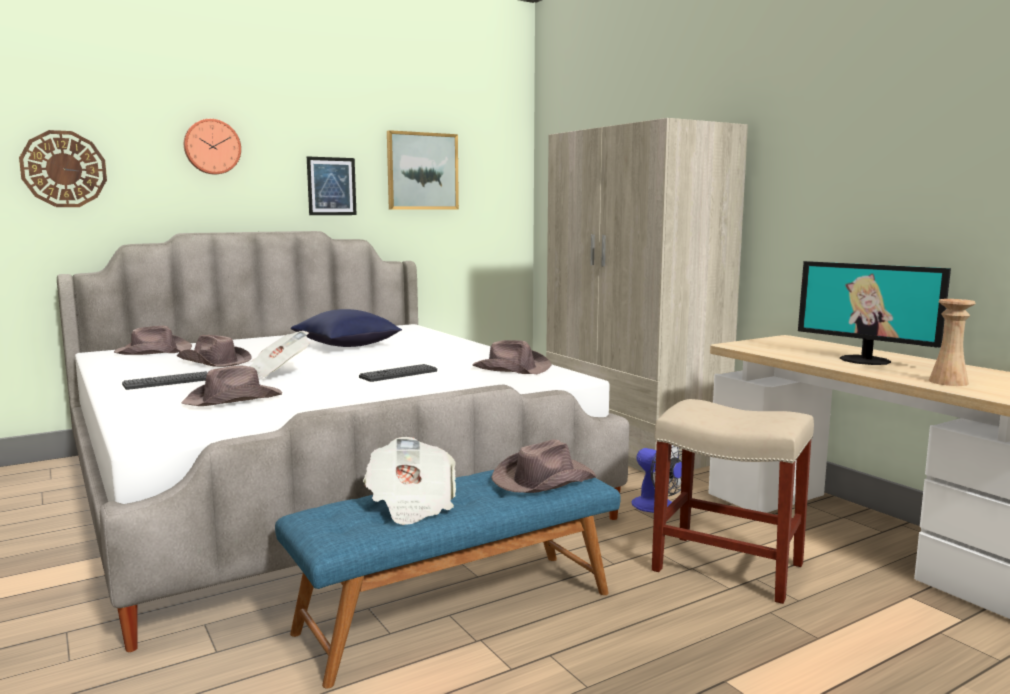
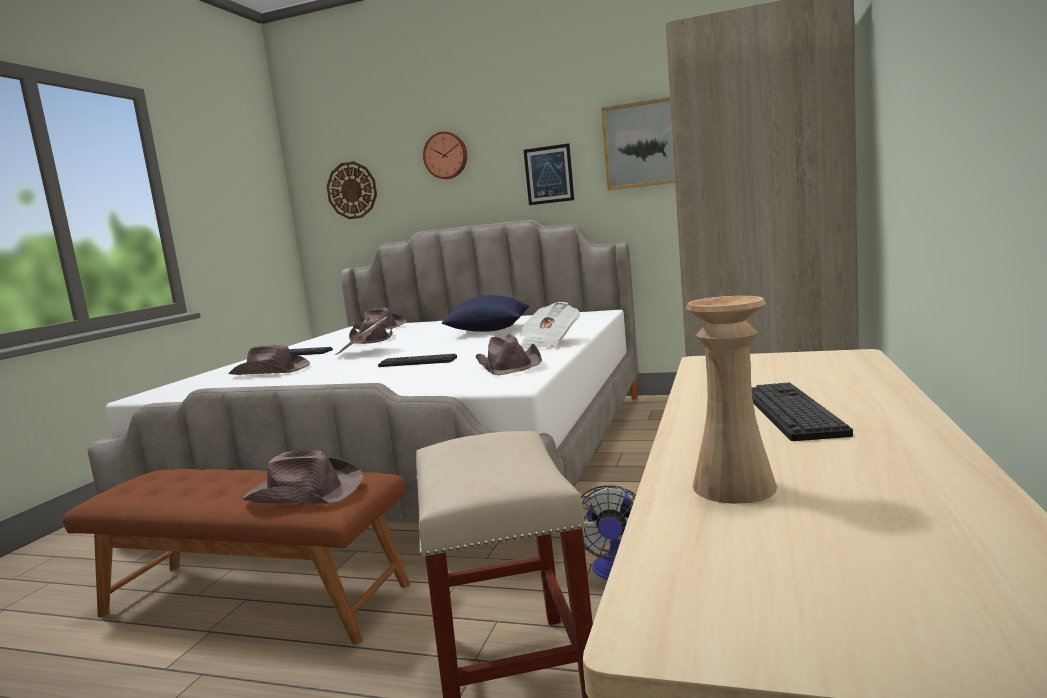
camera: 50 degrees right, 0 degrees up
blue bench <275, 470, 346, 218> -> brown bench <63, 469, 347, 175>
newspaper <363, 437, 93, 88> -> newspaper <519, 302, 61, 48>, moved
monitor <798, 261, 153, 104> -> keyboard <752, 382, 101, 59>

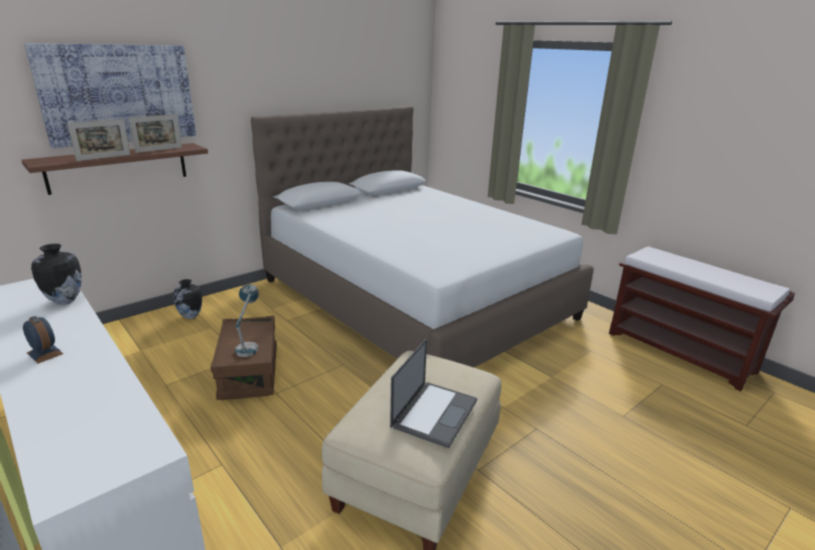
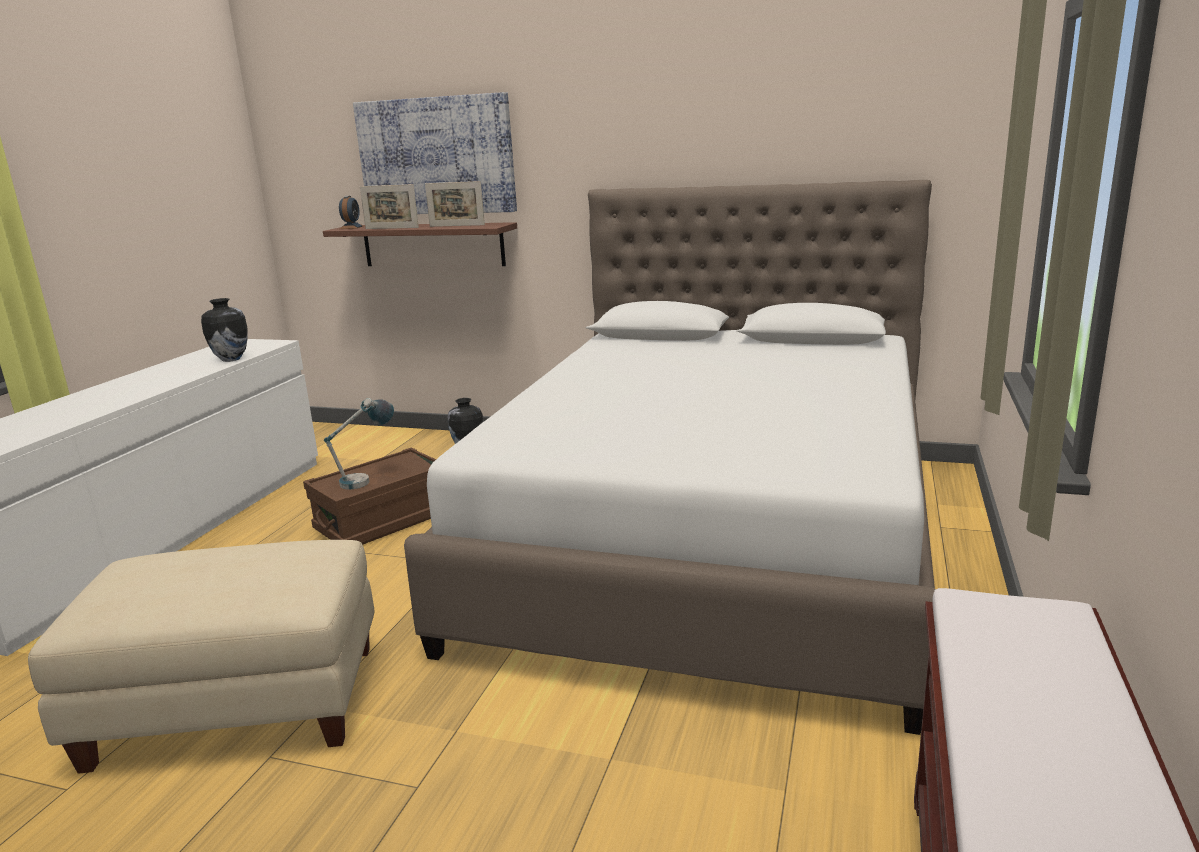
camera: 60 degrees right, 5 degrees down
alarm clock <23, 316, 40, 47> -> alarm clock <339, 196, 24, 33>, moved
laptop <390, 338, 87, 110> -> none

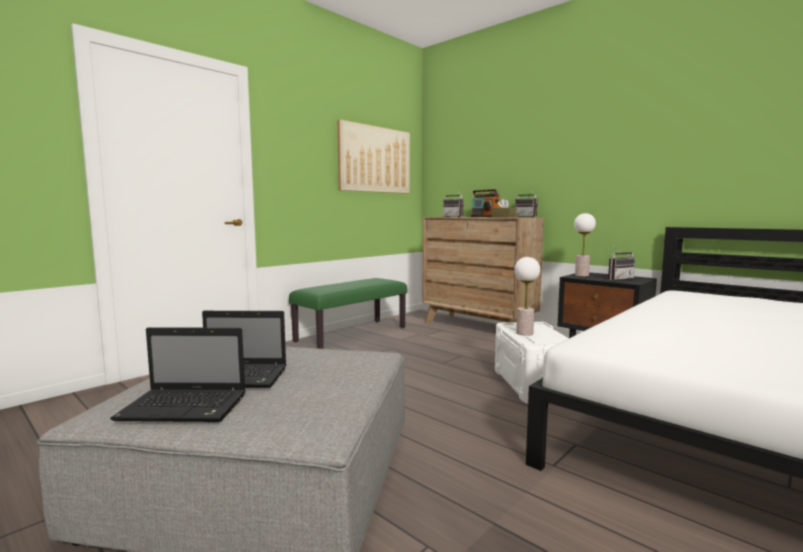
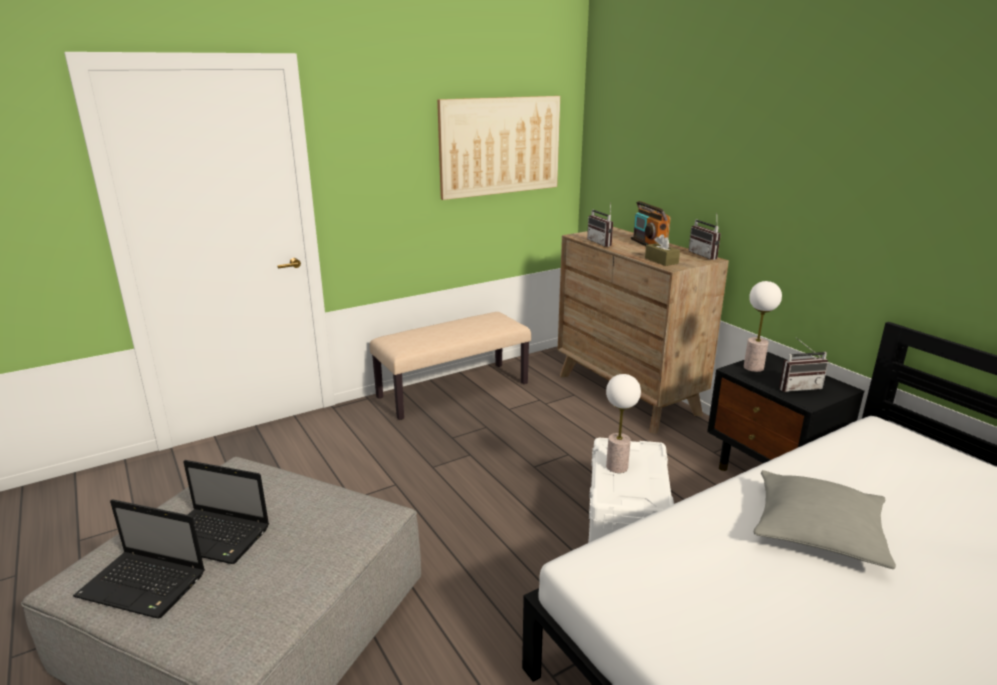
camera: 15 degrees right, 15 degrees up
green bench <289, 278, 118, 71> -> beige bench <370, 312, 161, 108>
none -> grey pillow <754, 470, 142, 99>

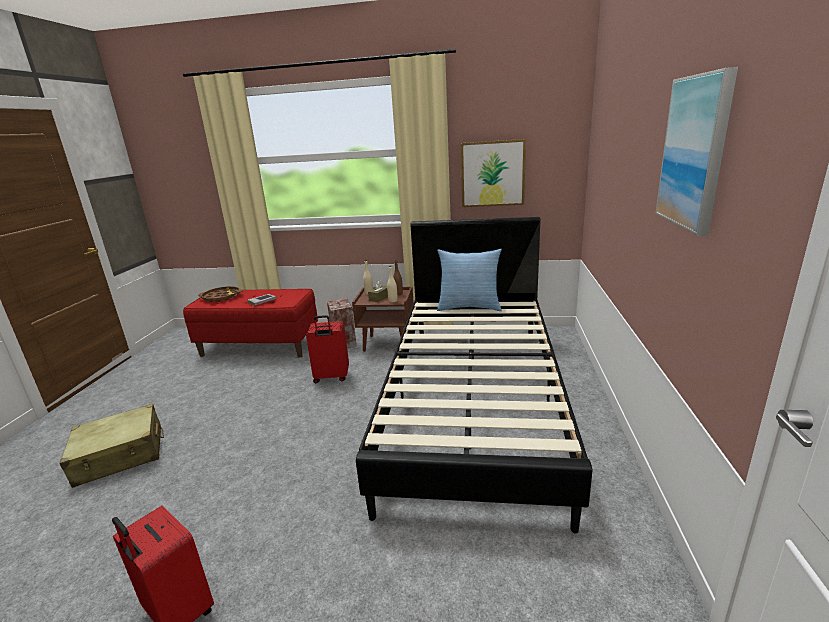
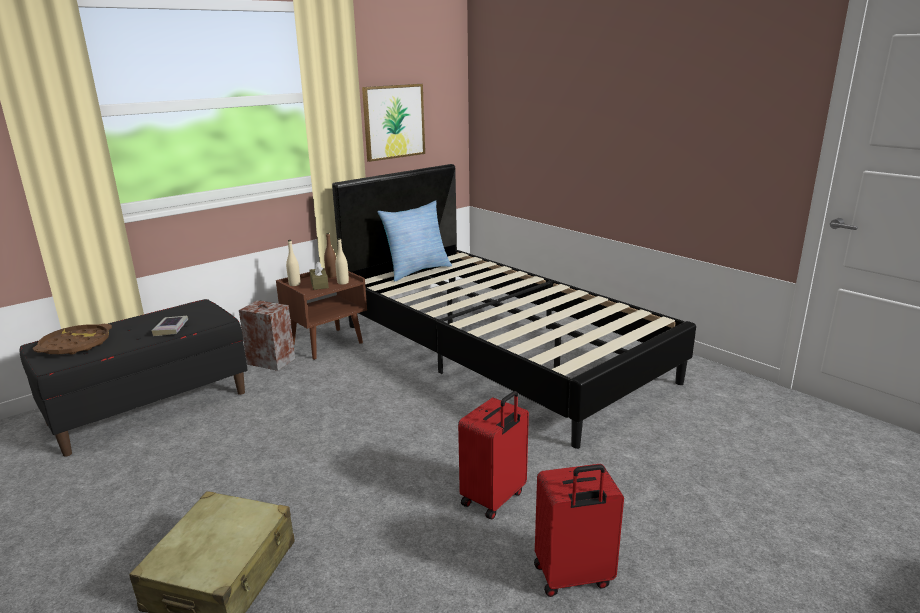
camera: 50 degrees left, 0 degrees up
red bench <183, 289, 135, 69> -> black bench <20, 299, 228, 158>
red suitcase <306, 315, 43, 68> -> red suitcase <458, 391, 71, 128>, moved
picture <655, 67, 83, 169> -> none

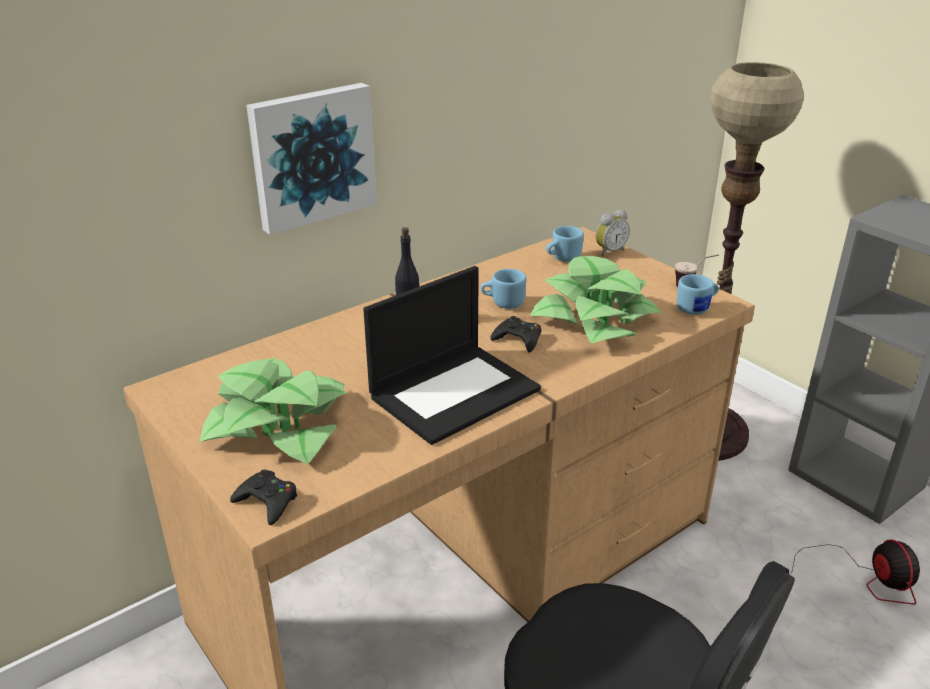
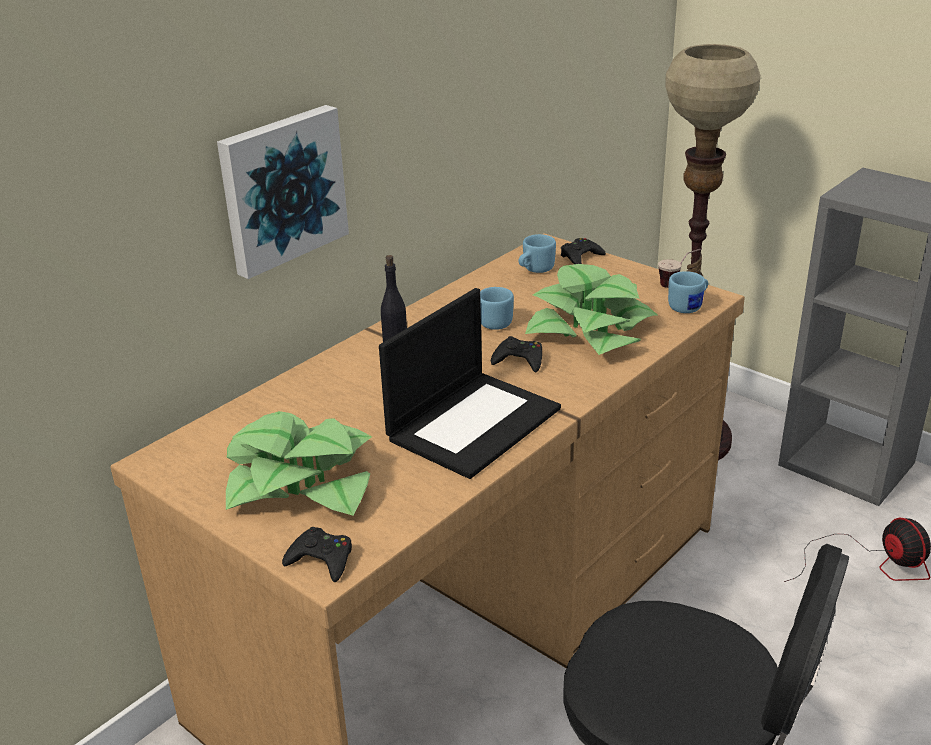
camera: 10 degrees left, 0 degrees up
alarm clock <595, 210, 35, 47> -> black game controller <561, 238, 45, 26>

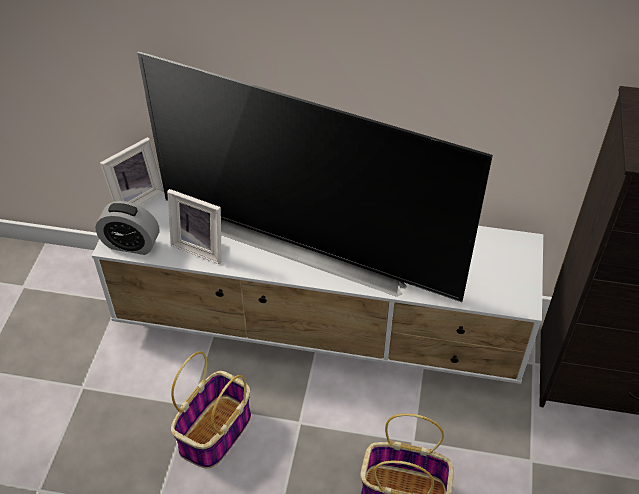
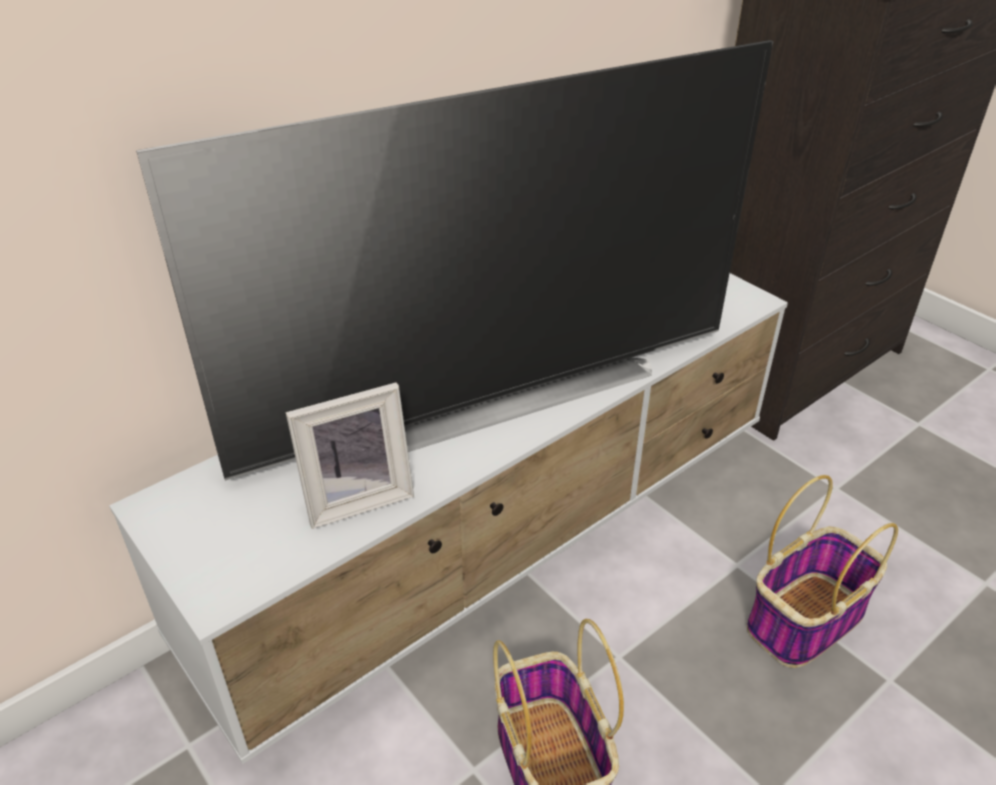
camera: 50 degrees left, 10 degrees down
alarm clock <95, 201, 64, 54> -> none
picture frame <100, 137, 64, 69> -> none

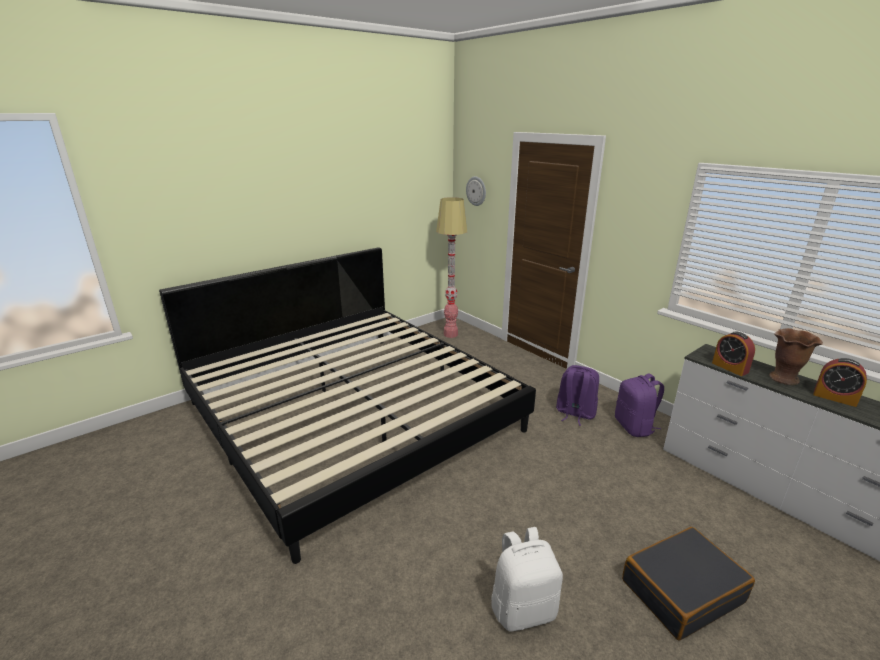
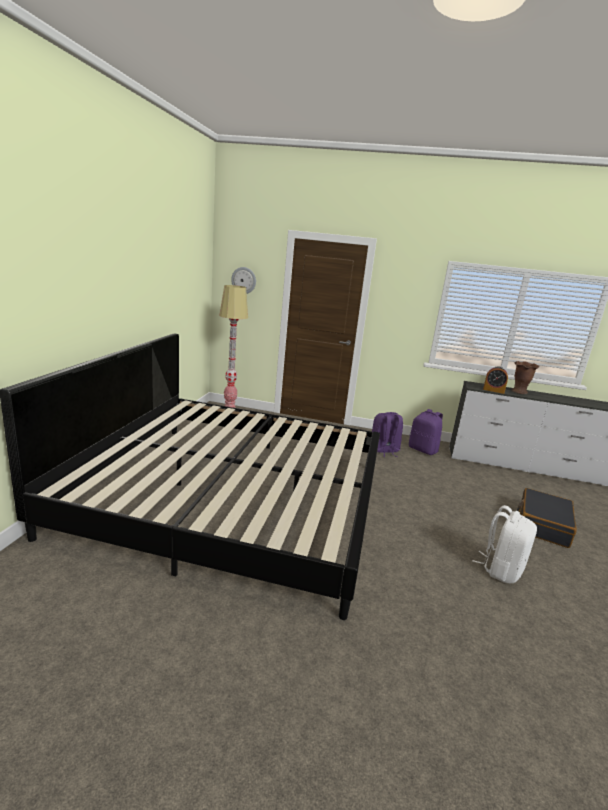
camera: 40 degrees left, 5 degrees down
alarm clock <813, 358, 54, 49> -> none

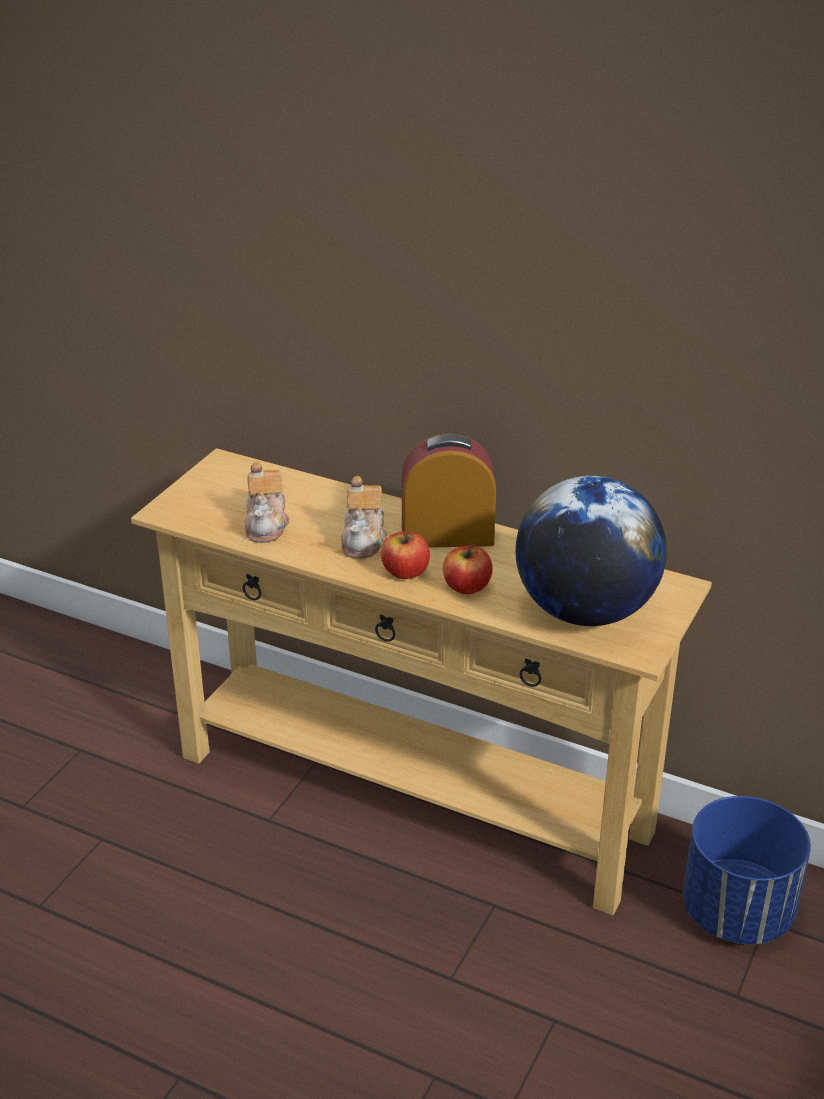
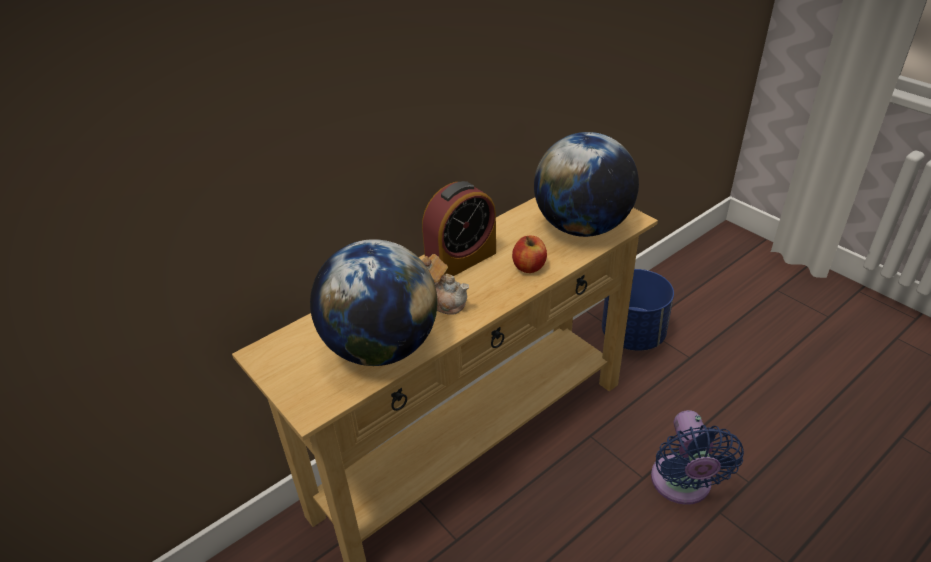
camera: 65 degrees left, 5 degrees up
teapot <245, 461, 44, 82> -> globe <310, 239, 127, 127>
alarm clock <402, 434, 94, 114> -> alarm clock <422, 181, 74, 95>, 150 degrees counterclockwise
none -> blue fan <651, 410, 93, 95>
apple <381, 531, 49, 48> -> none

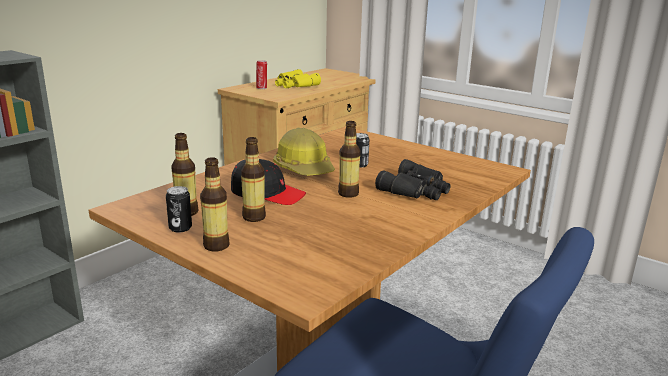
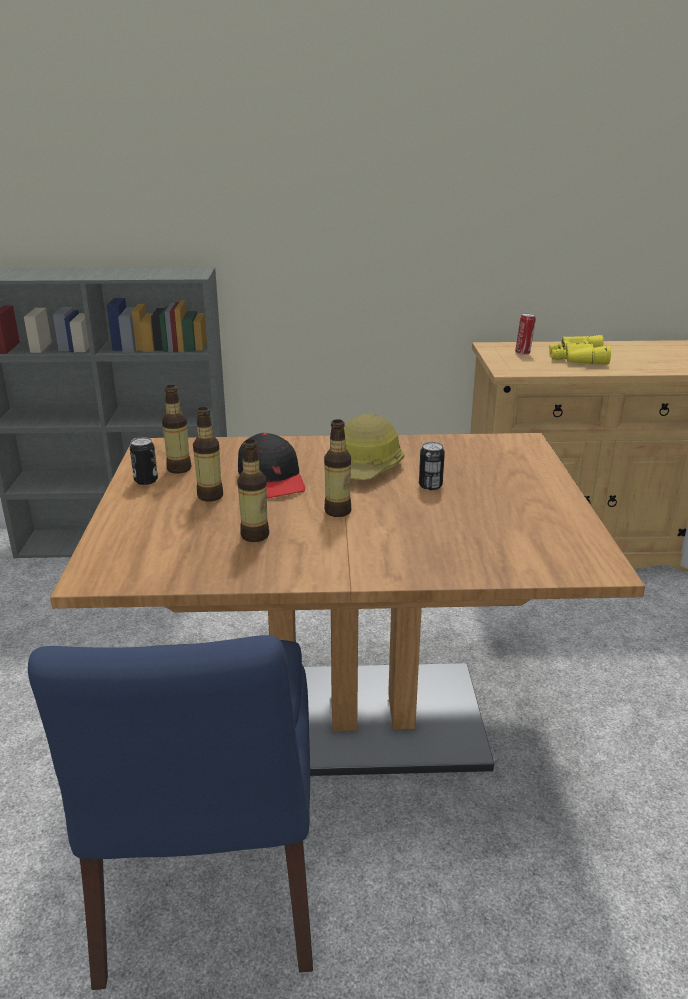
camera: 50 degrees right, 5 degrees up
bottle <200, 157, 29, 95> -> bottle <237, 439, 32, 103>, moved
black binoculars <375, 159, 76, 41> -> none

